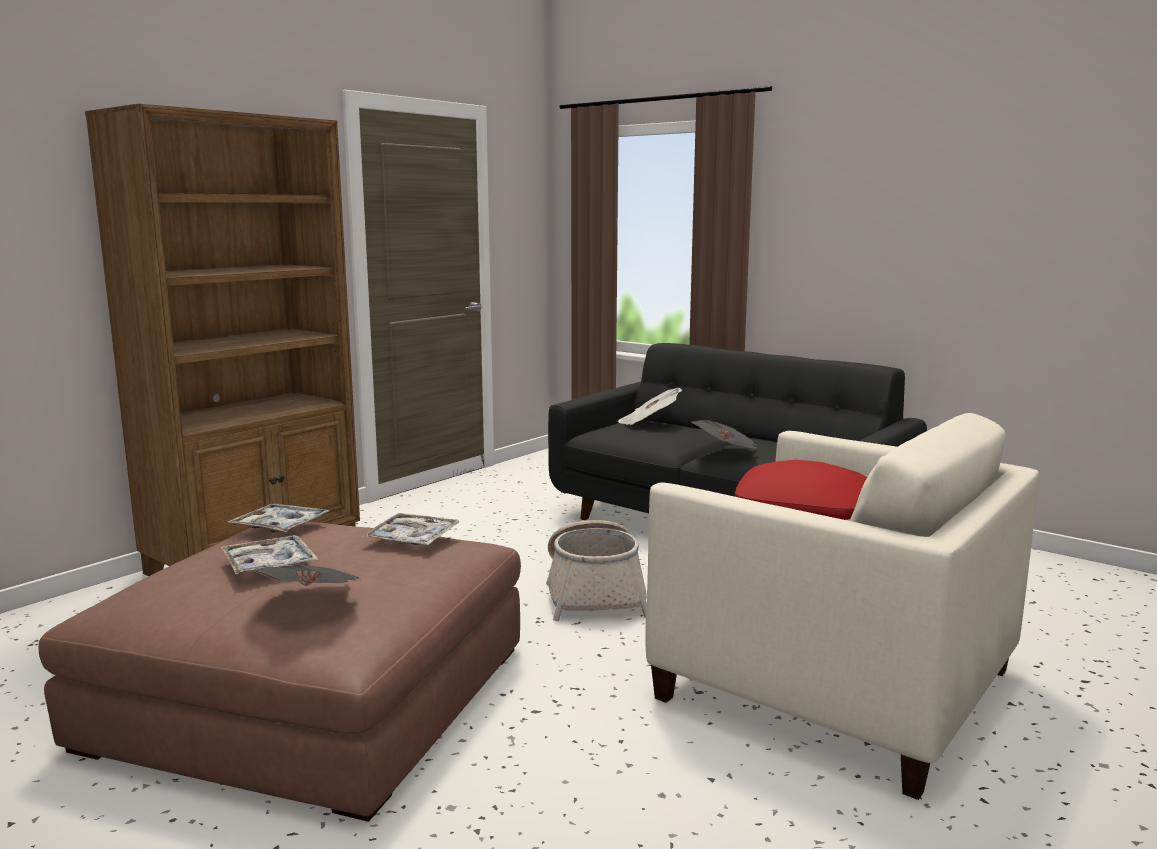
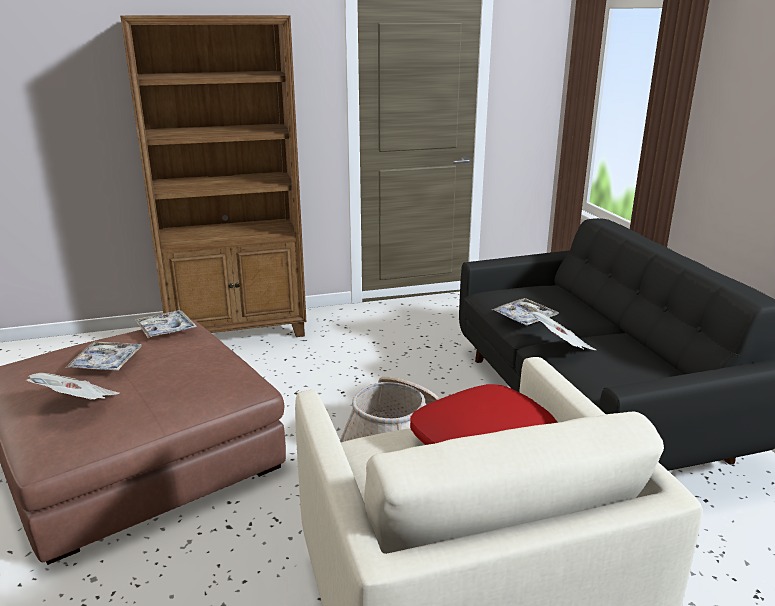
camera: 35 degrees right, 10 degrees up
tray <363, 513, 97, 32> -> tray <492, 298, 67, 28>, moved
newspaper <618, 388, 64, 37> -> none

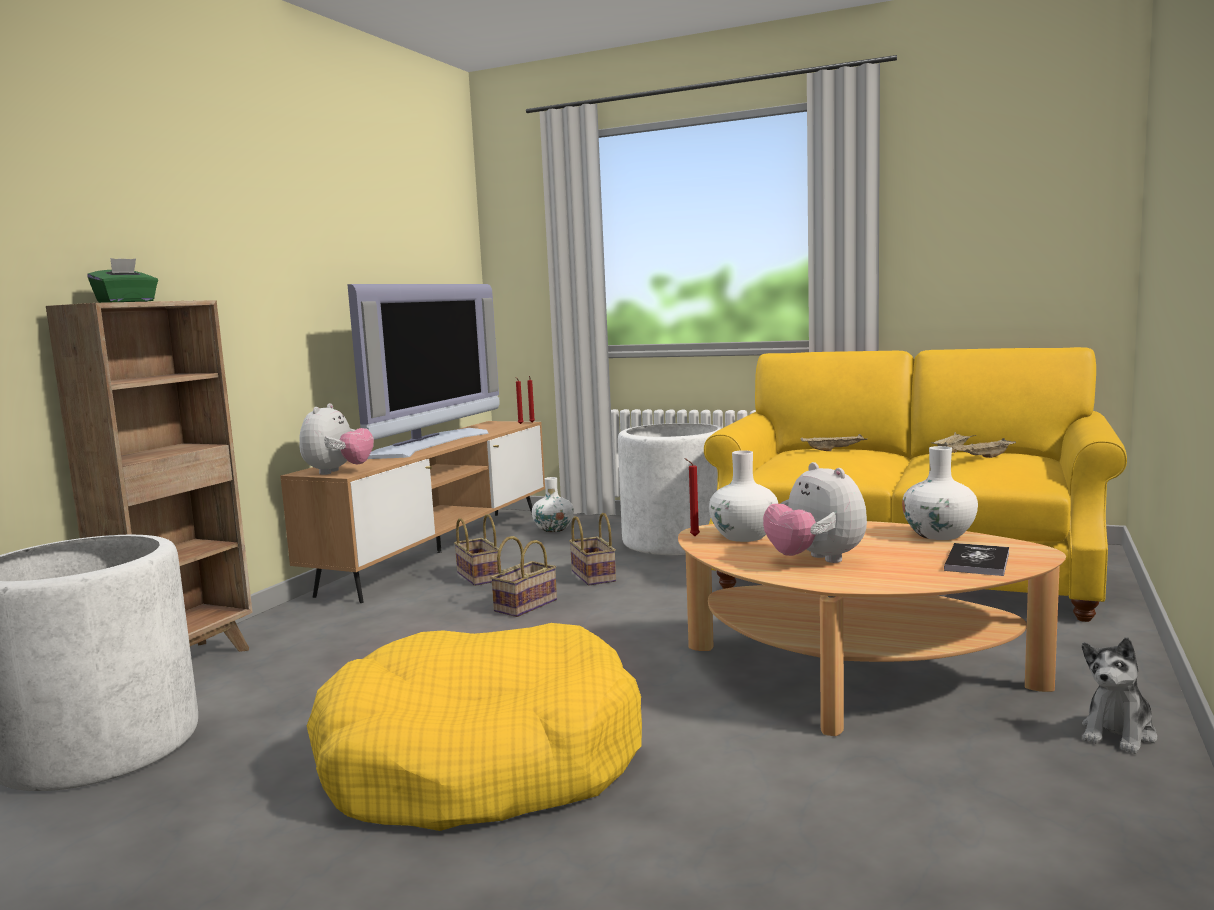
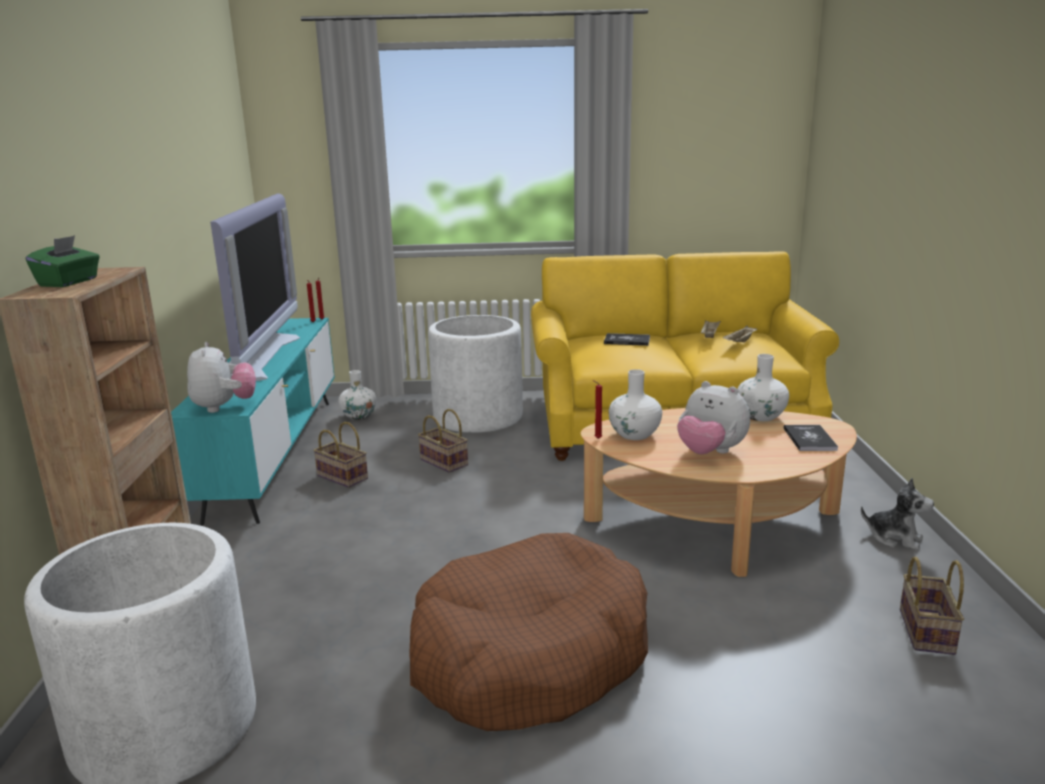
camera: 25 degrees left, 10 degrees up
brown tv stand <280, 421, 265, 182> -> turquoise tv stand <171, 318, 164, 208>
yellow dog bed <307, 623, 335, 208> -> brown dog bed <409, 533, 239, 198>
beige tray <800, 434, 68, 17> -> book <604, 333, 46, 13>
plush toy <1082, 637, 75, 117> -> plush toy <861, 478, 73, 72>, 75 degrees counterclockwise
basket <490, 536, 67, 81> -> basket <900, 557, 64, 98>, moved

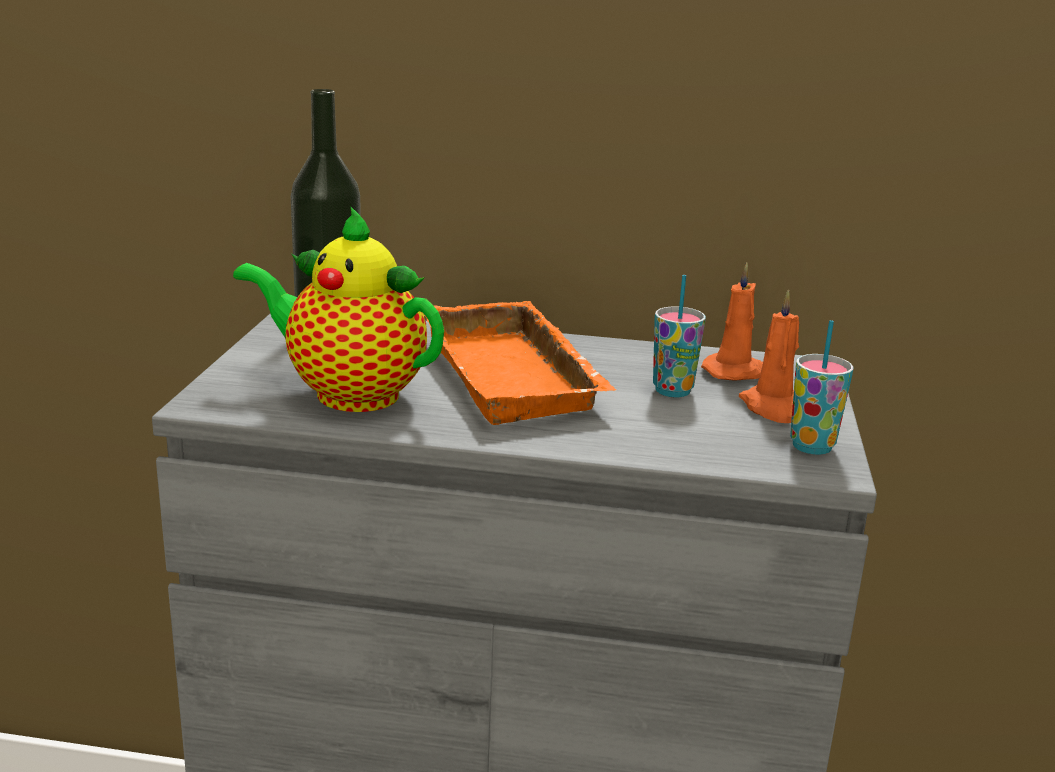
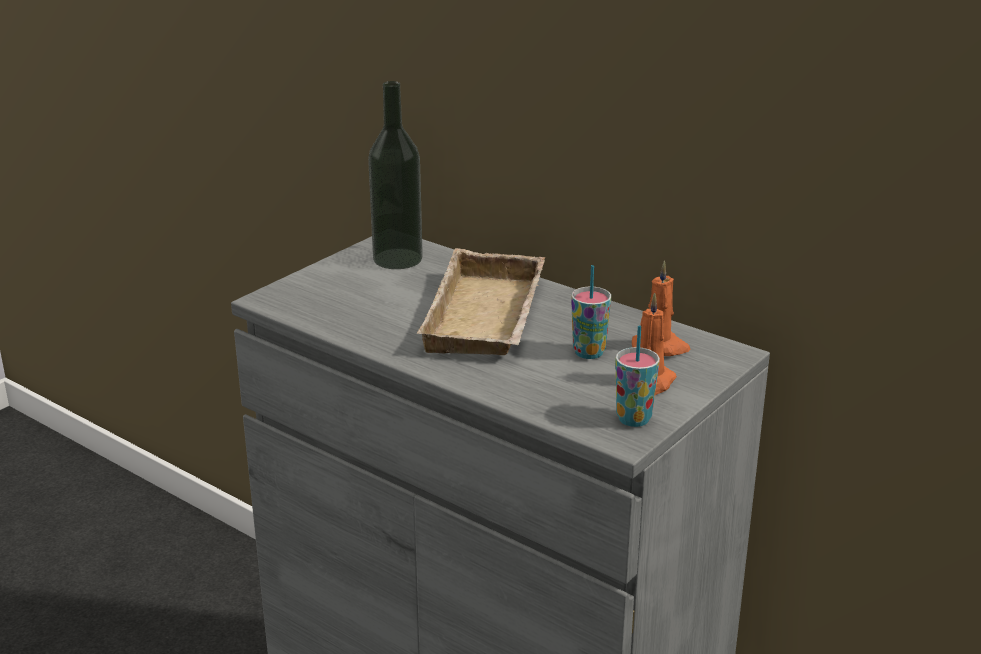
camera: 30 degrees right, 5 degrees up
orange tray <424, 301, 193, 124> -> beige tray <417, 248, 128, 107>
teapot <233, 206, 211, 206> -> none

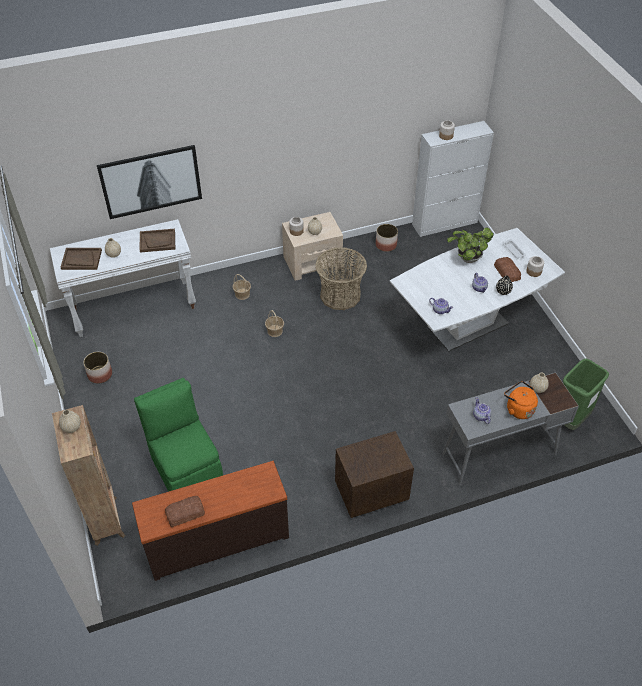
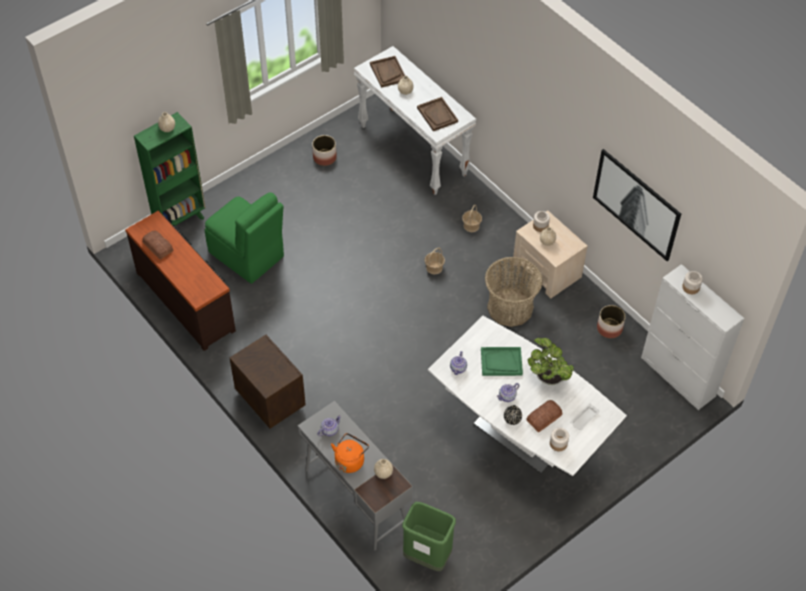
camera: 70 degrees right, 5 degrees up
brown bookcase <52, 405, 73, 141> -> green bookcase <134, 112, 72, 114>
green chair <134, 378, 89, 114> -> green chair <205, 192, 79, 92>, 90 degrees clockwise
none -> green tray <481, 347, 42, 29>
picture <97, 145, 105, 74> -> picture <593, 149, 88, 112>, moved

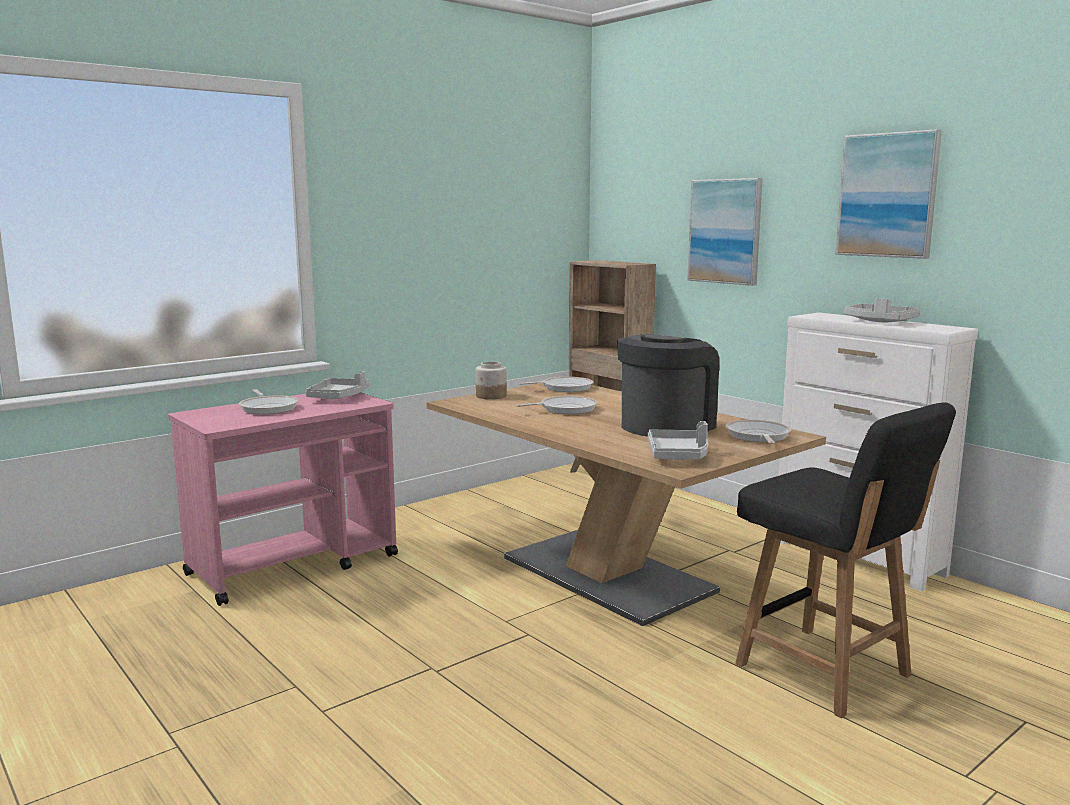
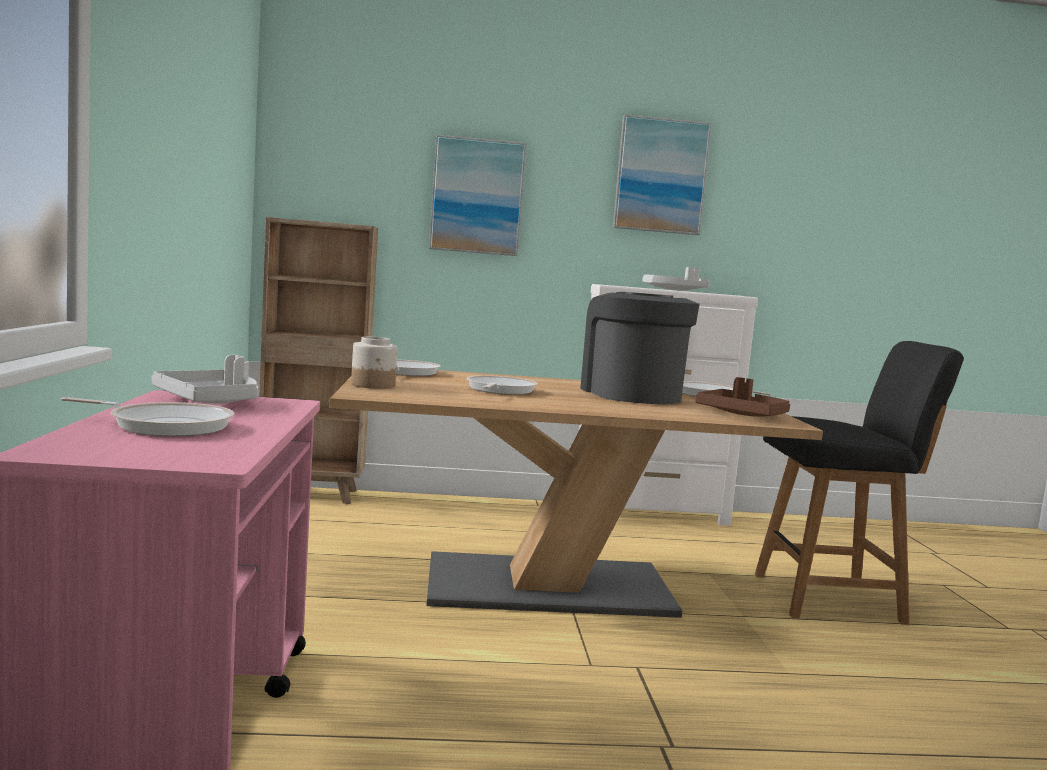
camera: 55 degrees left, 5 degrees down
grey tray <648, 421, 60, 39> -> brown tray <695, 377, 95, 40>

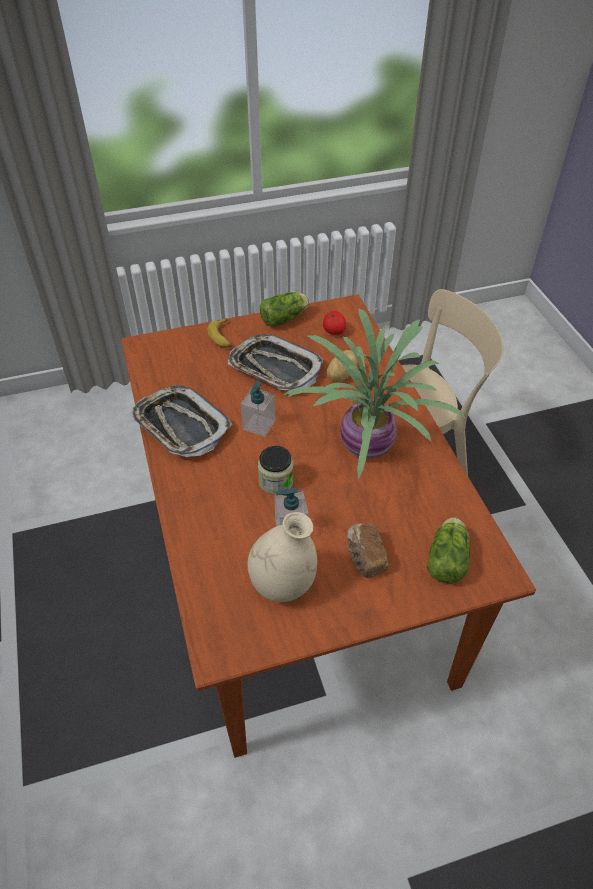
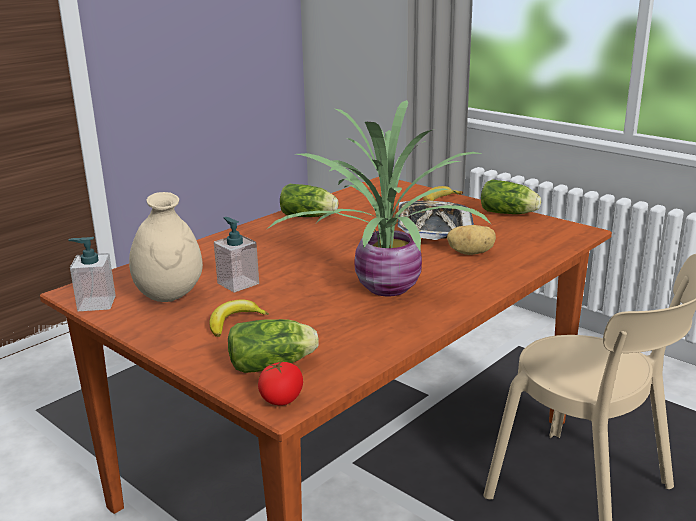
camera: 60 degrees right, 25 degrees down
soap dispenser <241, 381, 35, 56> -> soap dispenser <69, 237, 47, 74>, moved
bread <347, 523, 42, 55> -> banana <209, 299, 60, 38>
tomato <323, 311, 23, 24> -> tomato <258, 361, 45, 45>, moved
tray <129, 385, 103, 72> -> lettuce <280, 184, 59, 33>
jar <258, 446, 35, 49> -> none

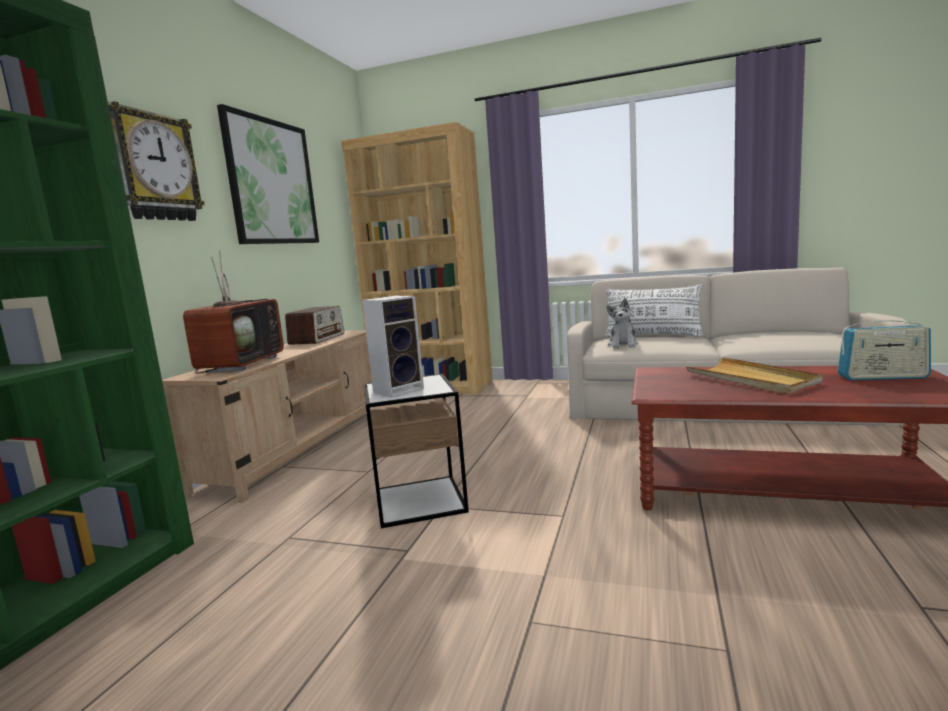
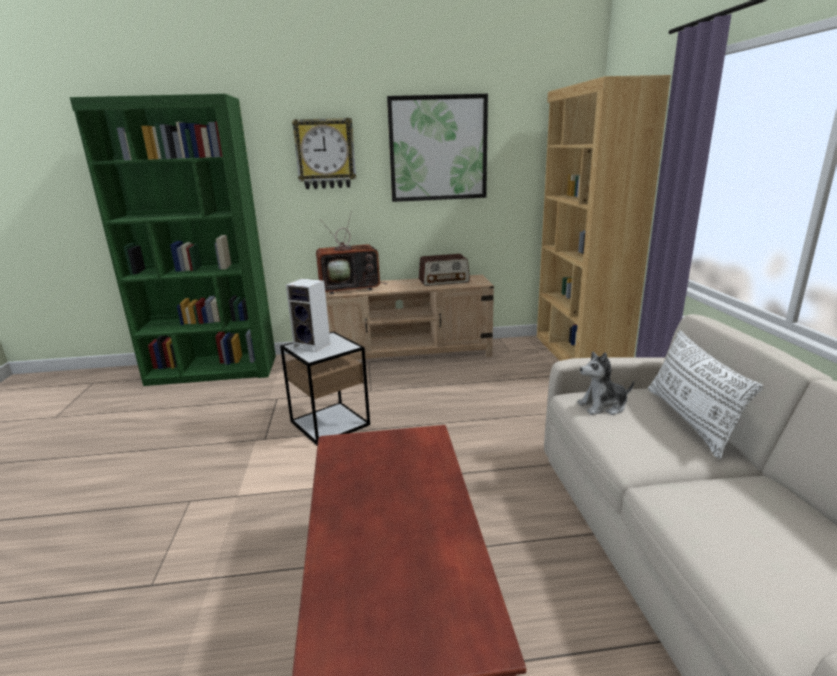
camera: 65 degrees right, 10 degrees up
beige tray <686, 357, 137, 37> -> none
radio <837, 316, 94, 64> -> none

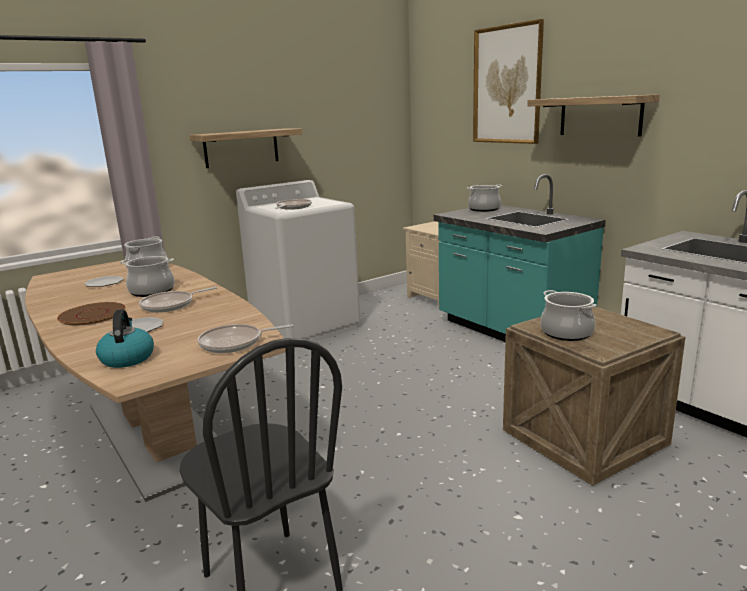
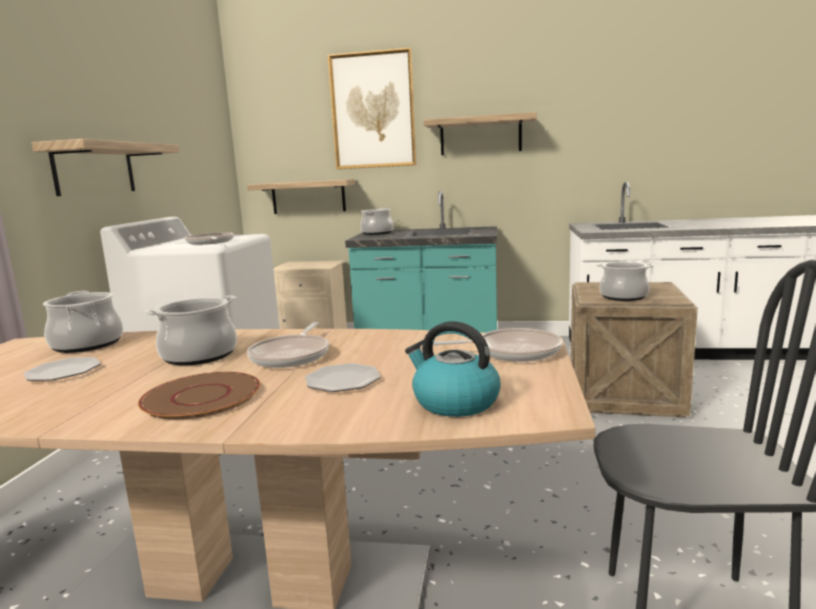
camera: 45 degrees left, 5 degrees down
none -> shelf <247, 179, 108, 35>
frying pan <198, 324, 96, 29> -> frying pan <433, 328, 129, 34>, 120 degrees counterclockwise

